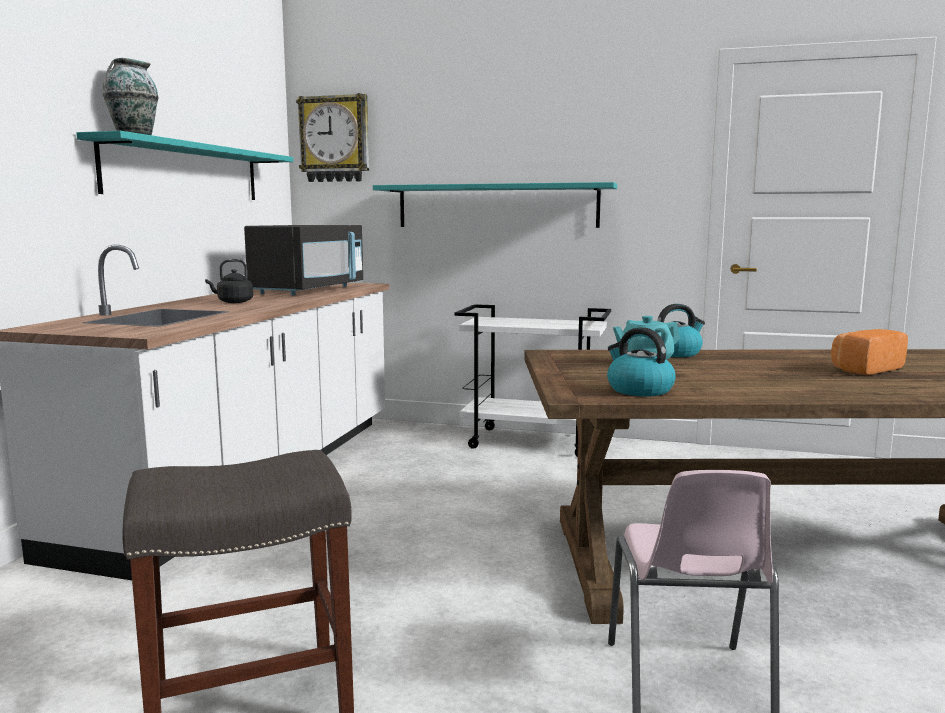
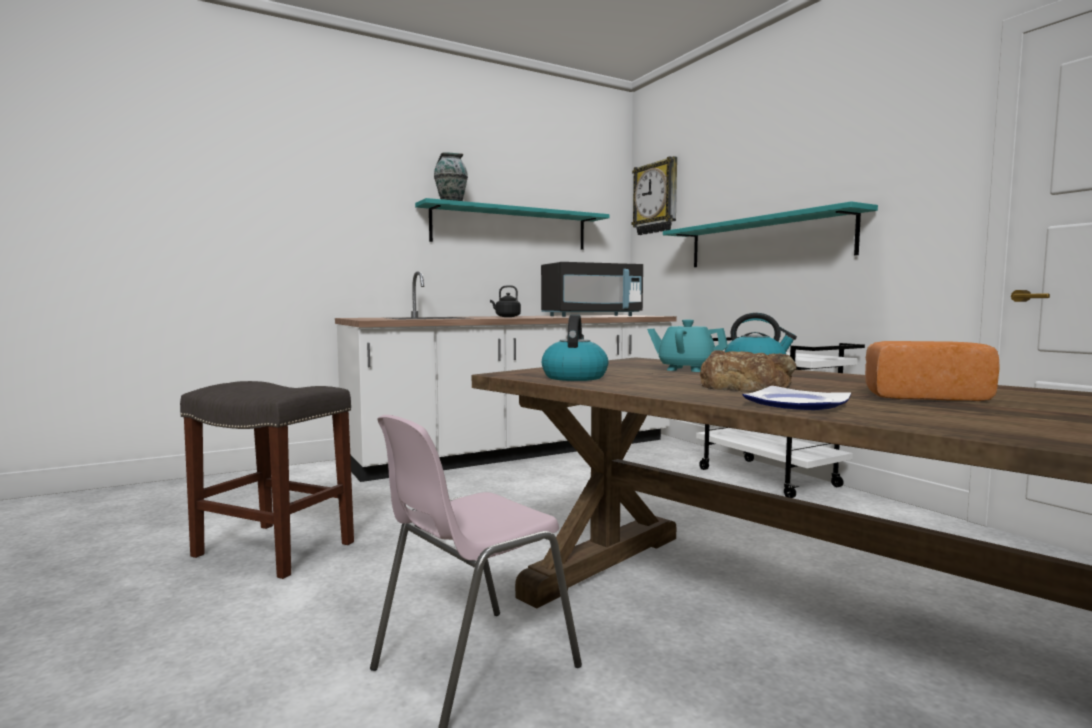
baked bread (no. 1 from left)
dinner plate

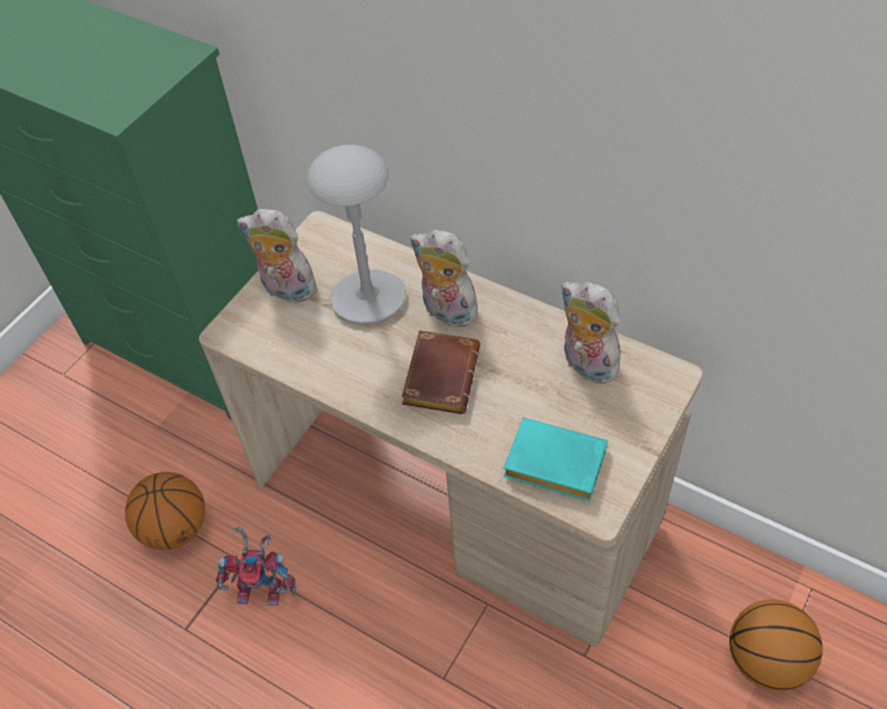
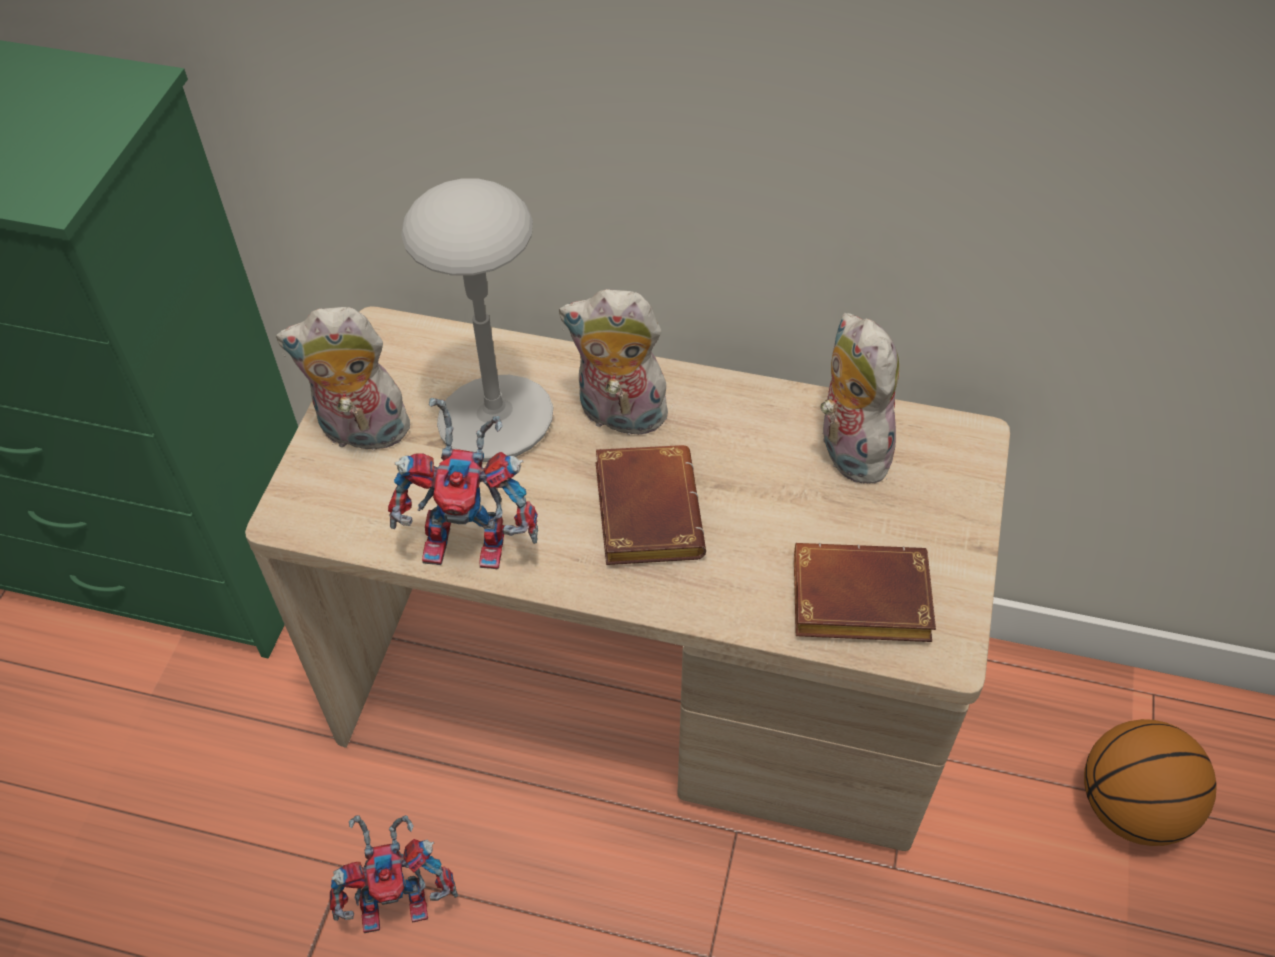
basketball ball (no. 1 from left in the first image)
model robot (no. 2 from left)
brown book (no. 2 from left)
cuddly toy (no. 3 from left)

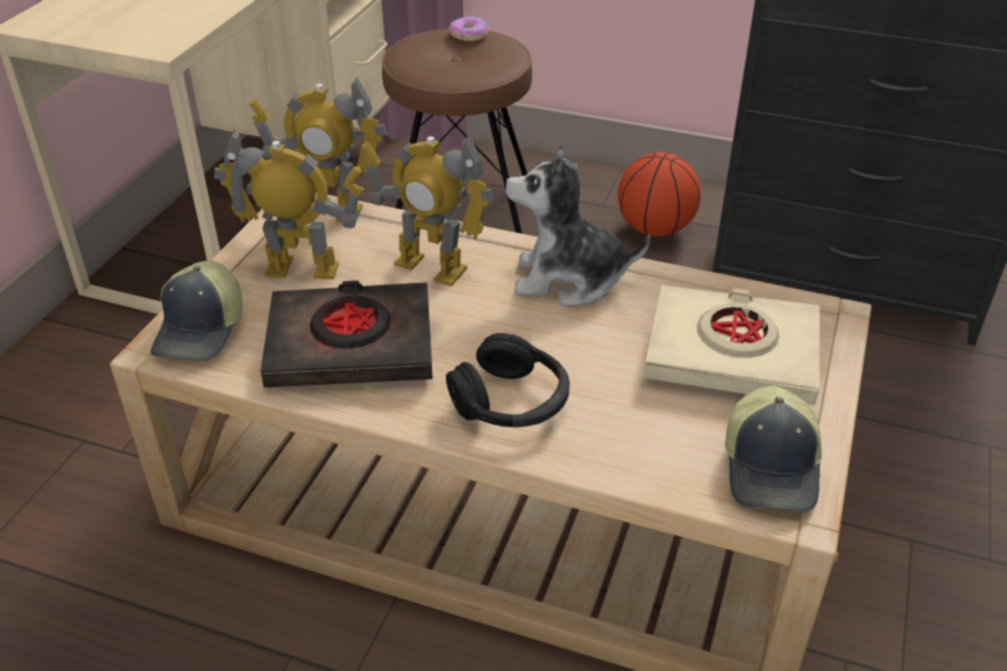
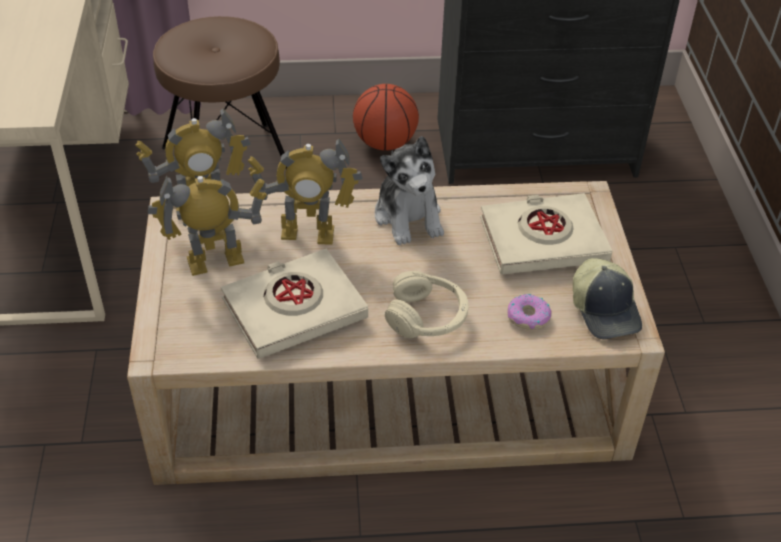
cap (no. 1 from left in the first image)
ring doughnut
sand-coloured book (no. 1 from left)
sand-coloured headphones
cuddly toy

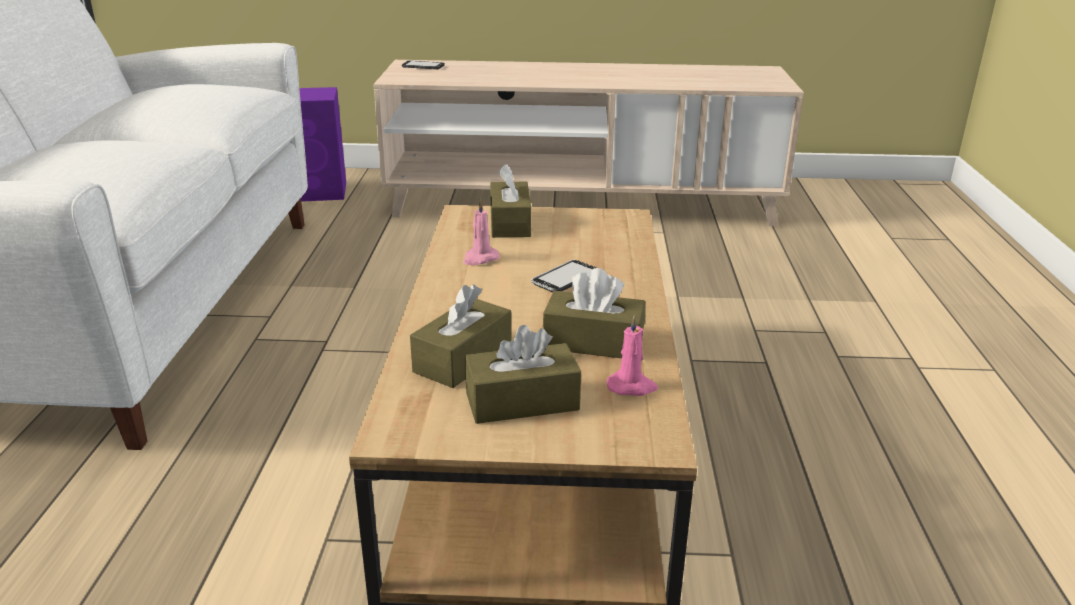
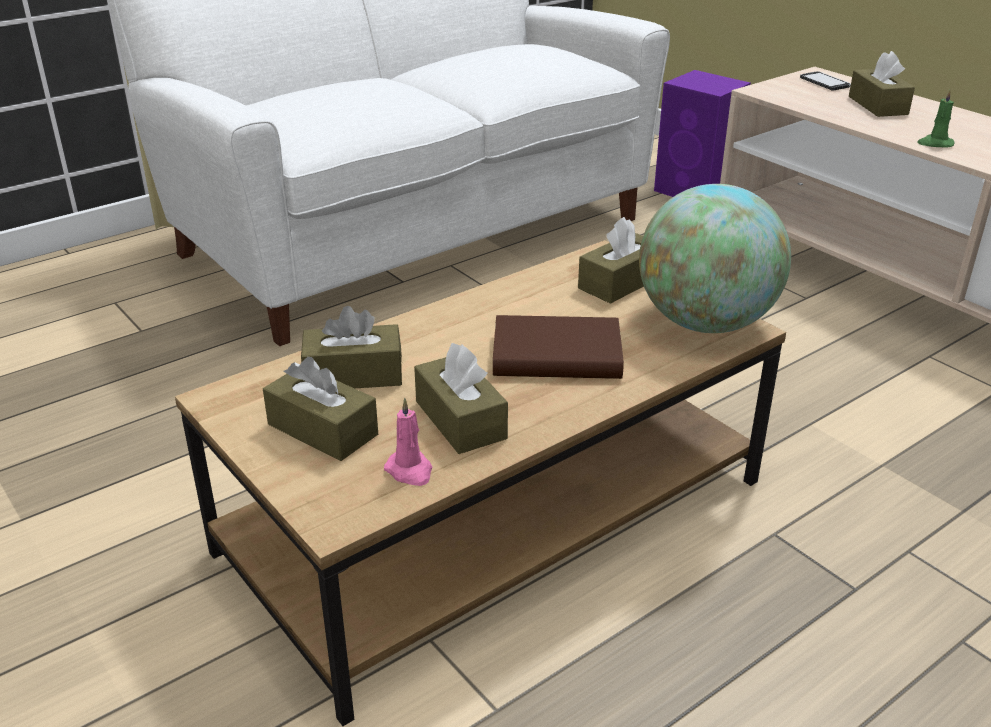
pink-coloured wax light (no. 1 from left in the first image)
globe
brown tissue box (no. 5 from left)
greenish wax light
brown book

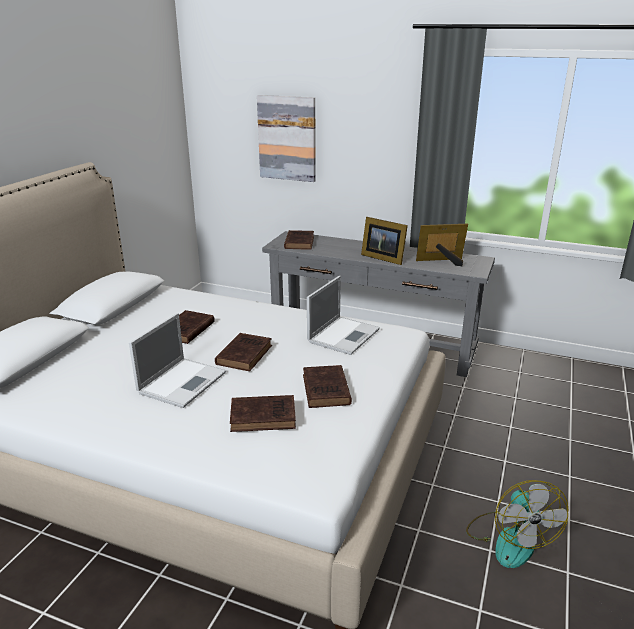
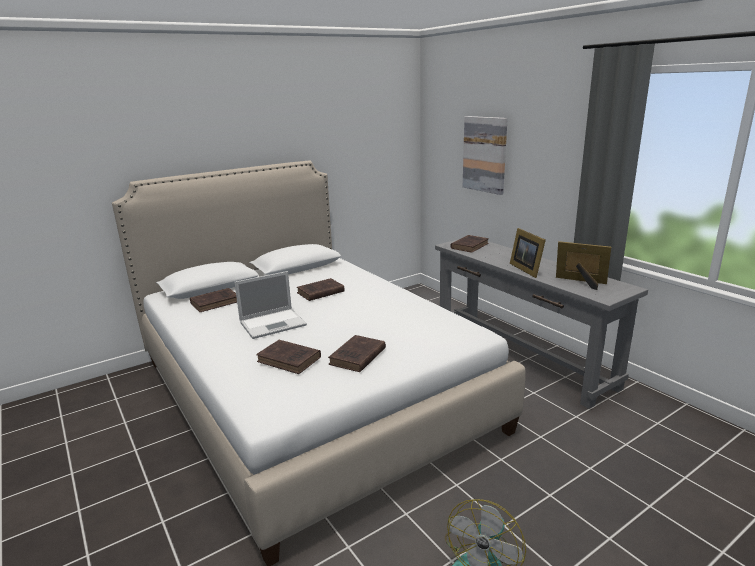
portable computer (no. 2 from left in the first image)
brown book (no. 1 from left)

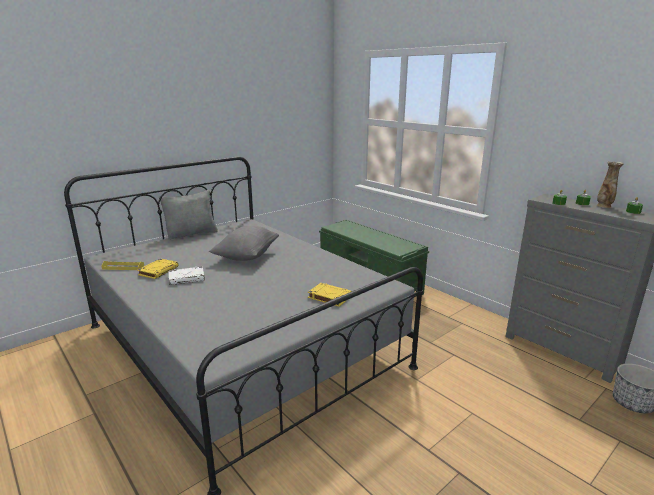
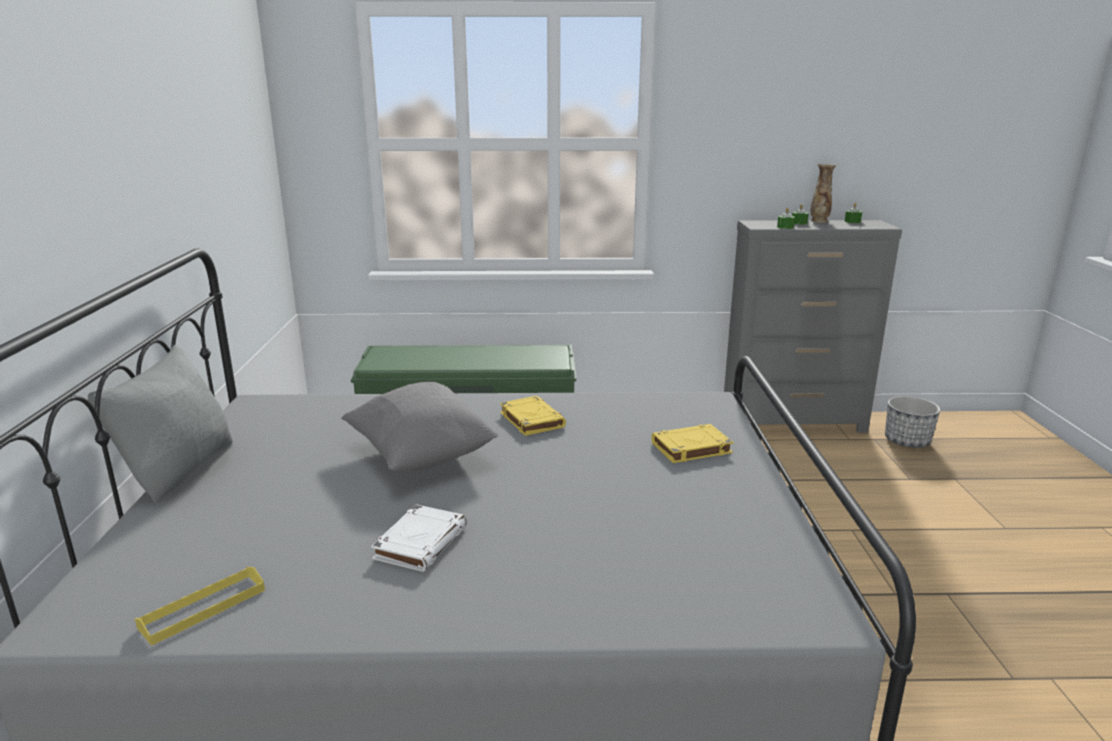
yellow book (no. 1 from left)

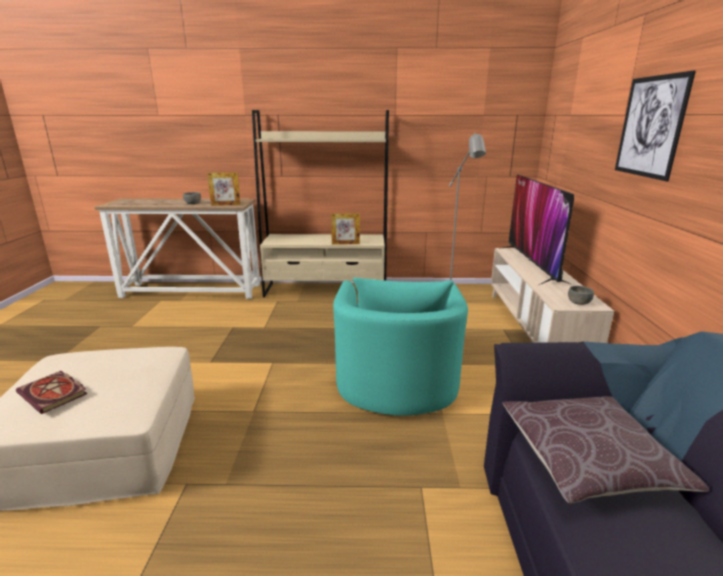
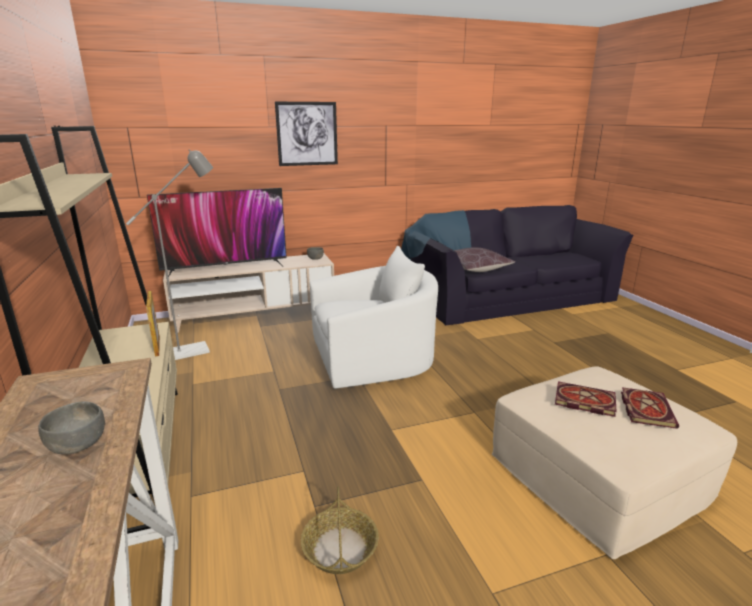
standing frame (no. 1 from left in the first image)
basket
book (no. 1 from left)
white easy chair

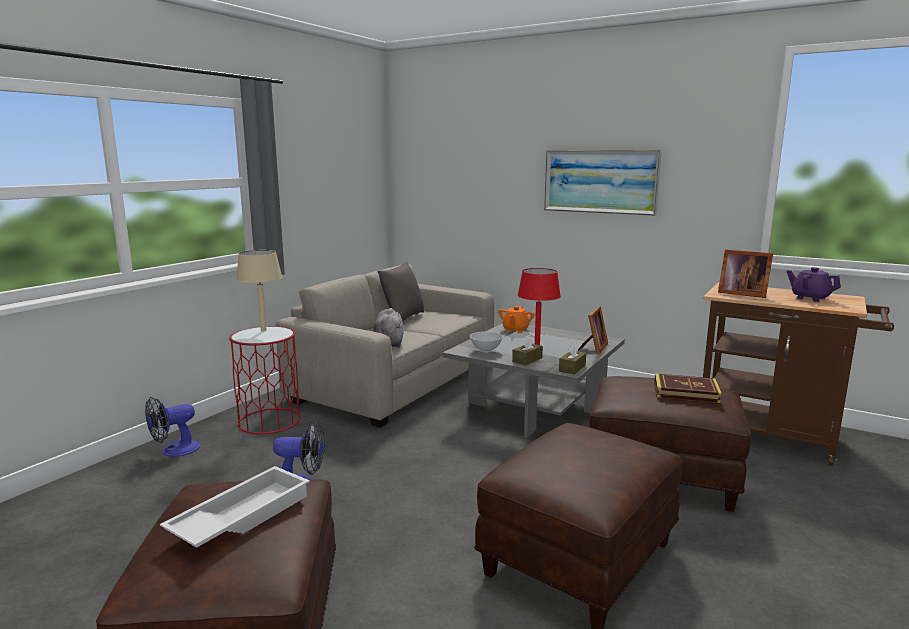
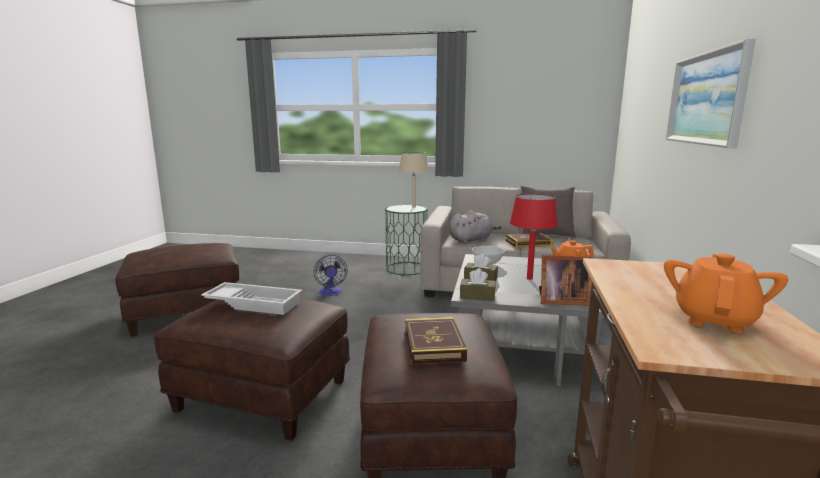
electric fan (no. 1 from left in the first image)
standing frame (no. 2 from left in the first image)
book (no. 2 from left)
white carrying tray
greenish side table
orangey tea pot (no. 2 from left)

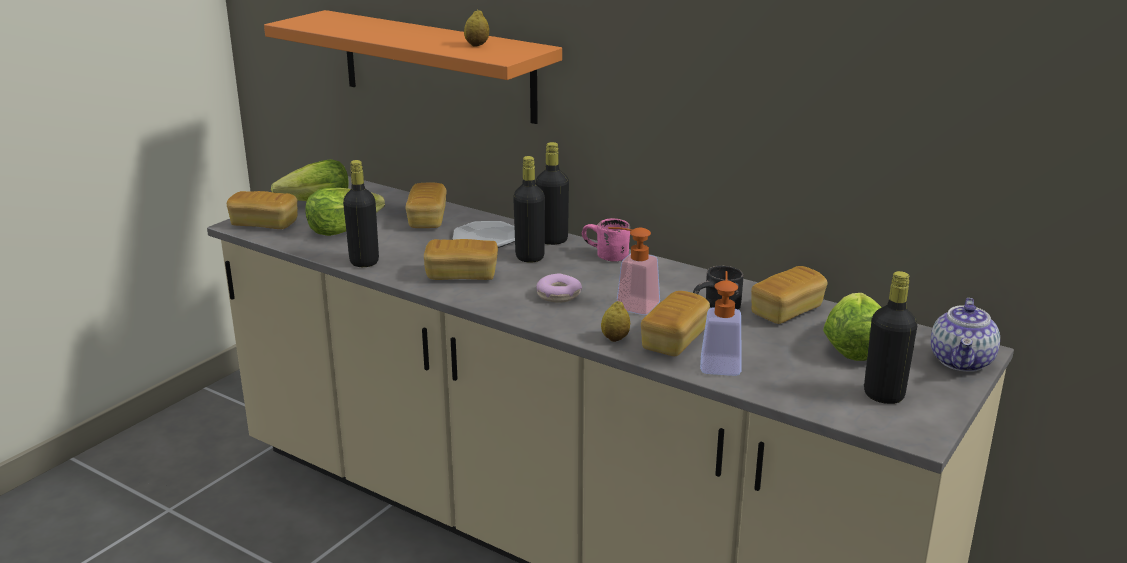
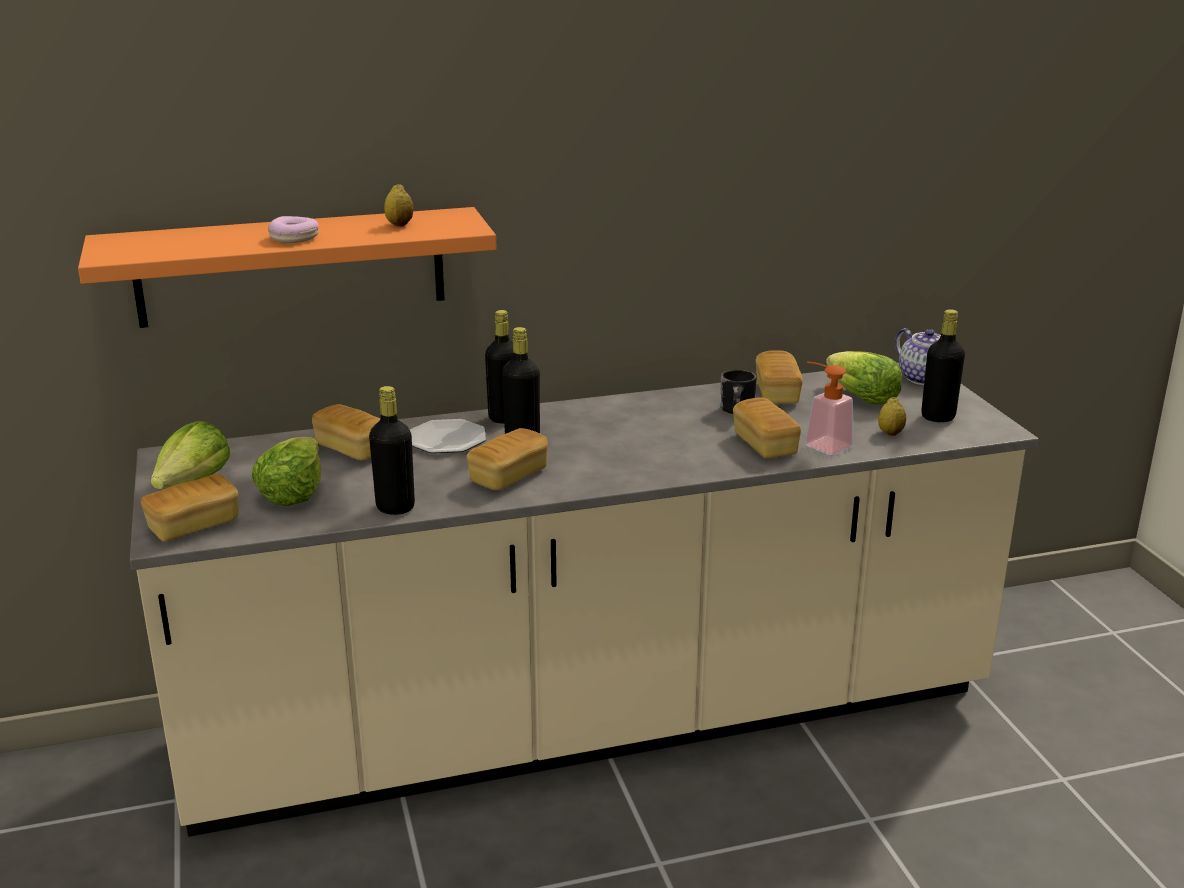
pink-coloured coffee mug
liquid soap bottle (no. 1 from left in the first image)
ring doughnut
lemon (no. 2 from left)

